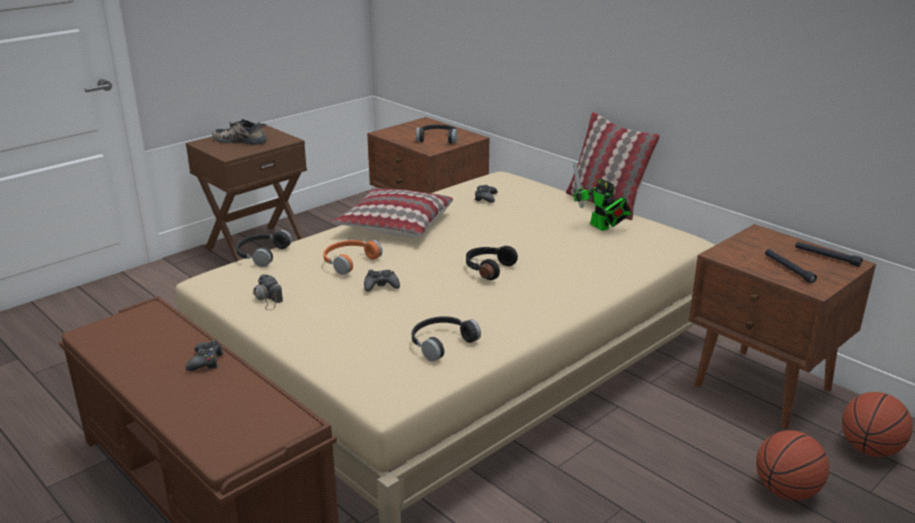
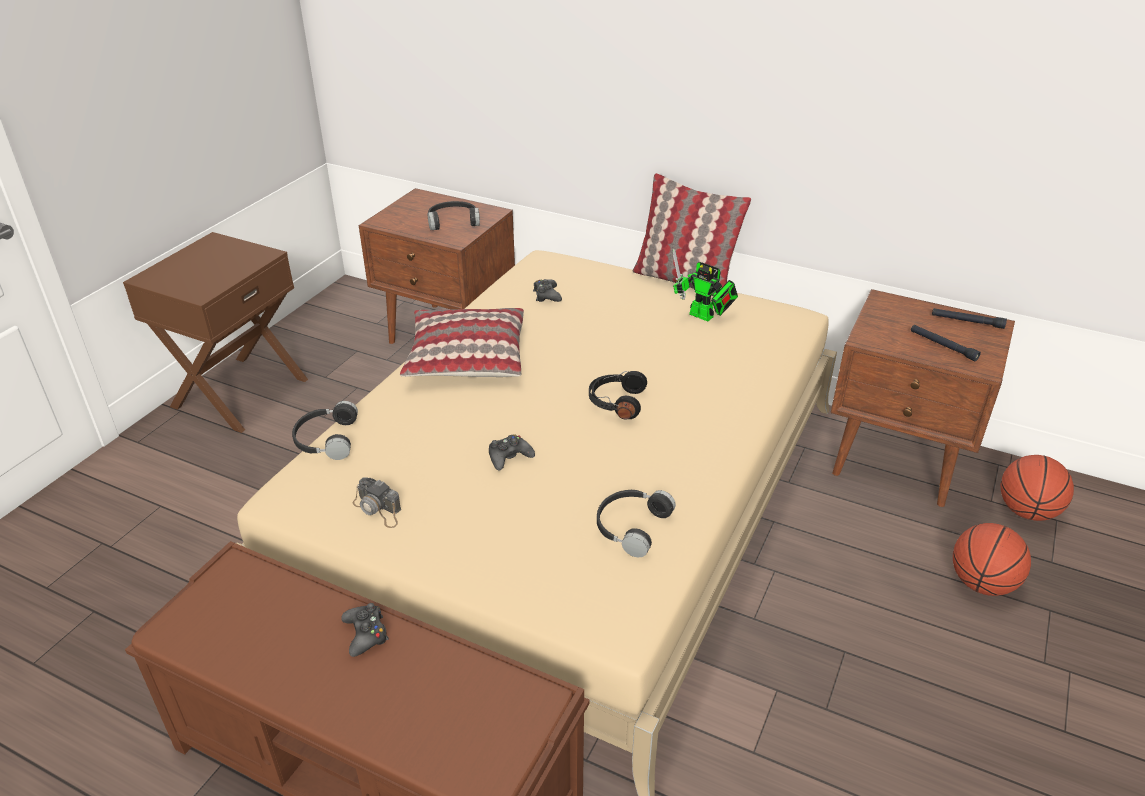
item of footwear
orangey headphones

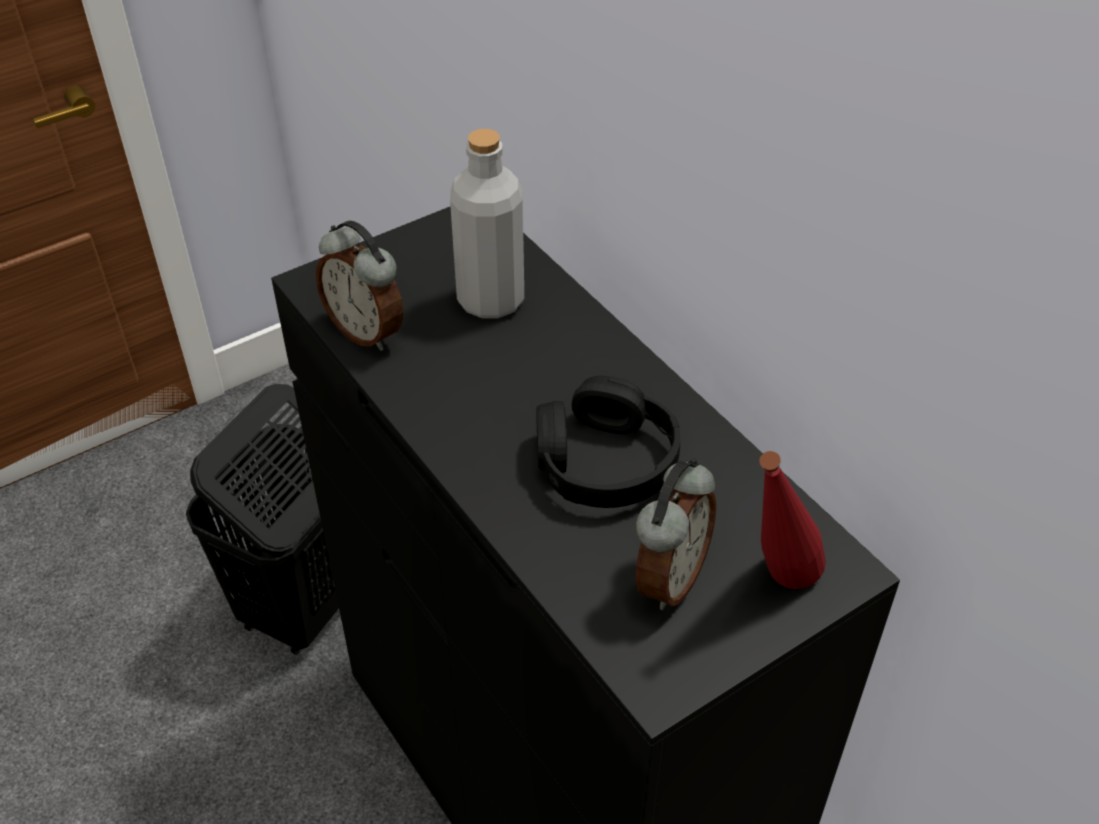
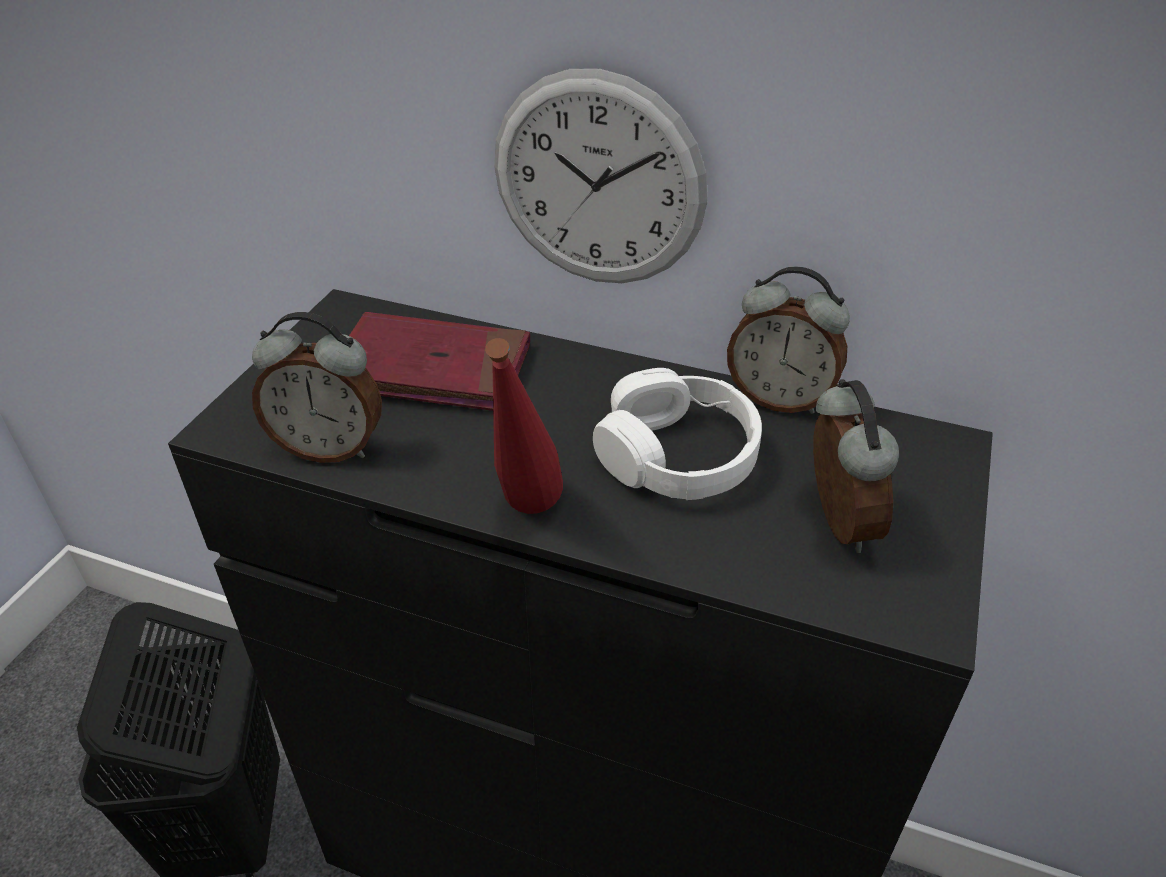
wall clock
table clock (no. 2 from left)
red drink bottle
red book
white headphones

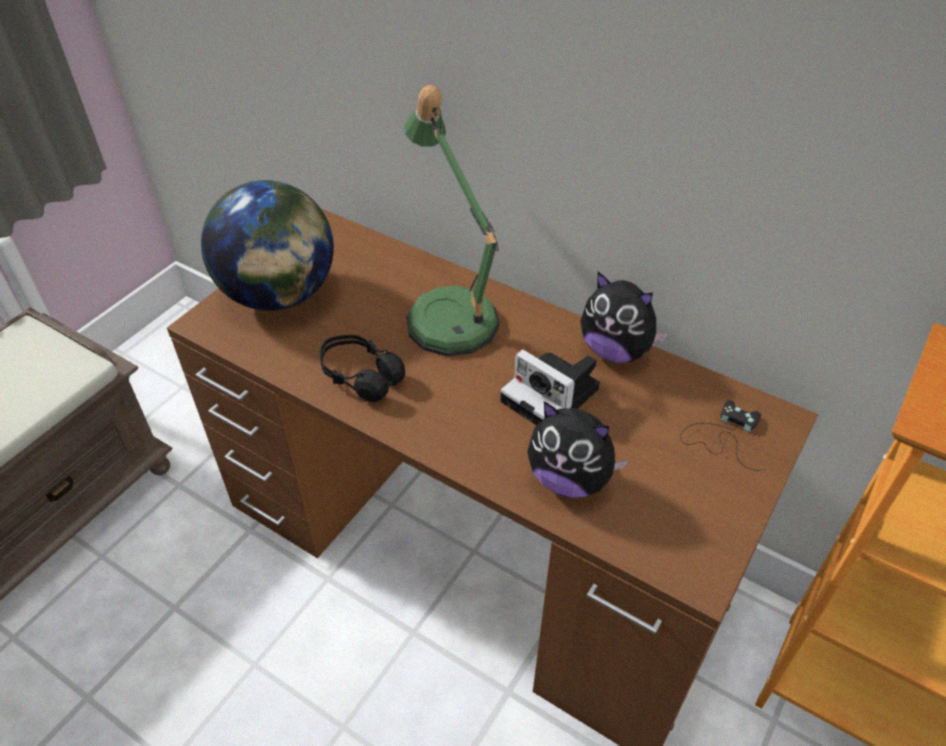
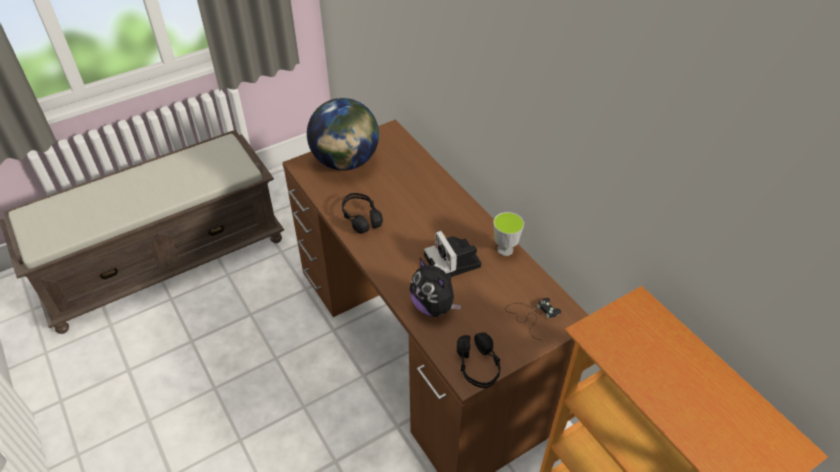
tabletop lamp
blackish headphones (no. 2 from left)
cup

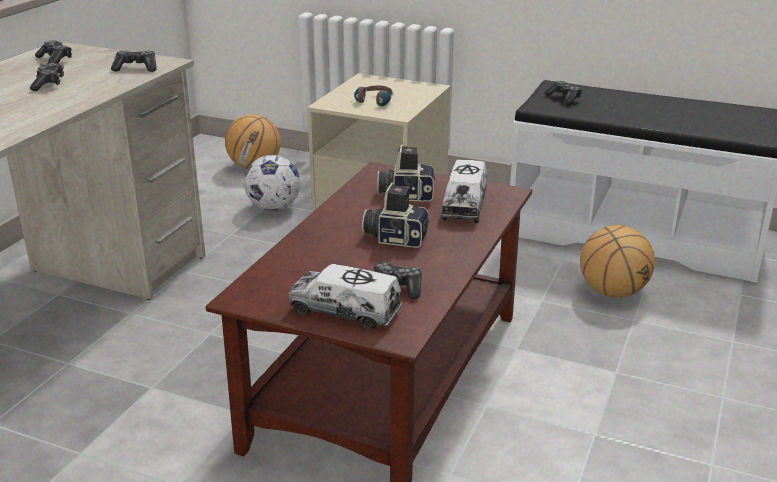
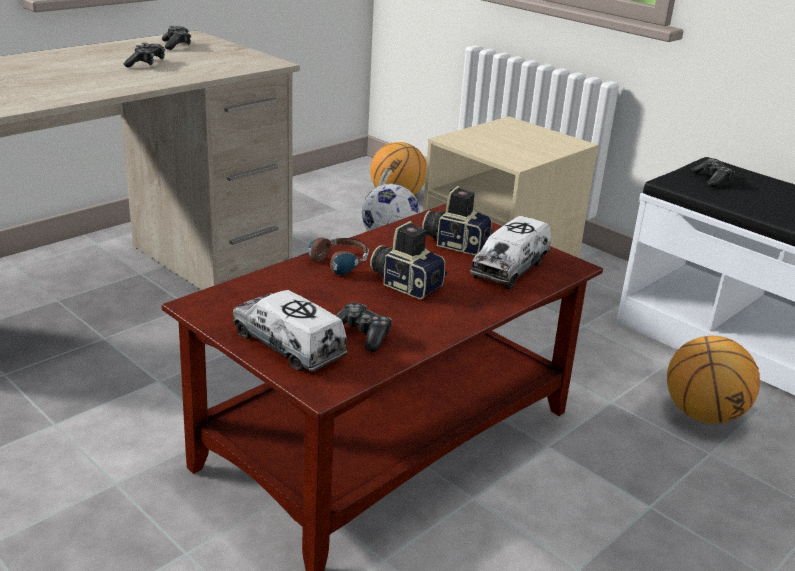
joypad (no. 3 from left in the first image)
headphones

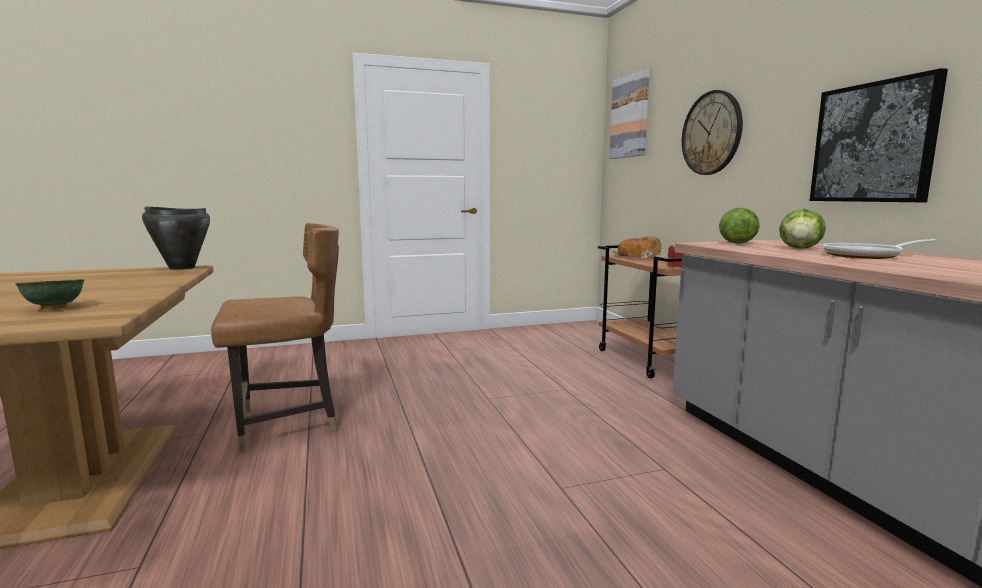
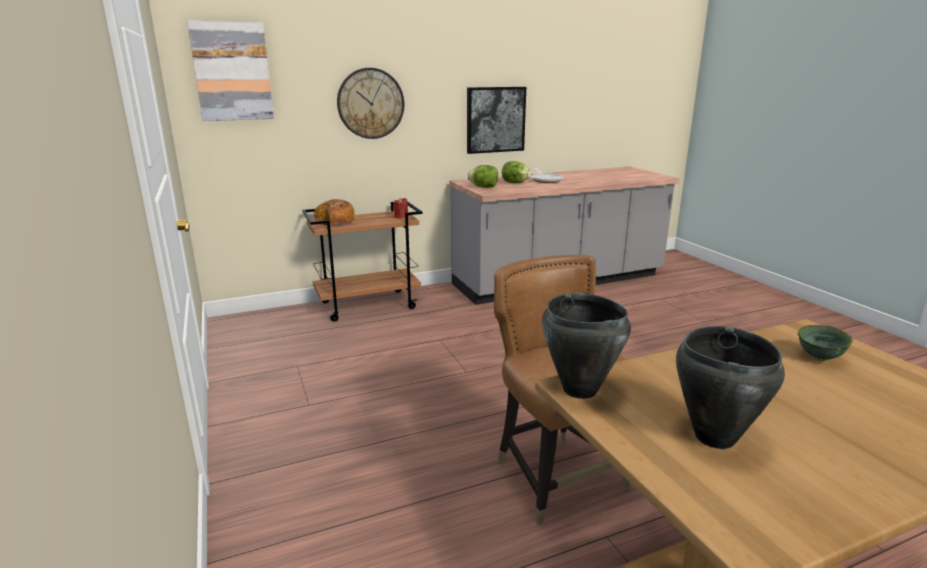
blackish saucepot (no. 2 from left)

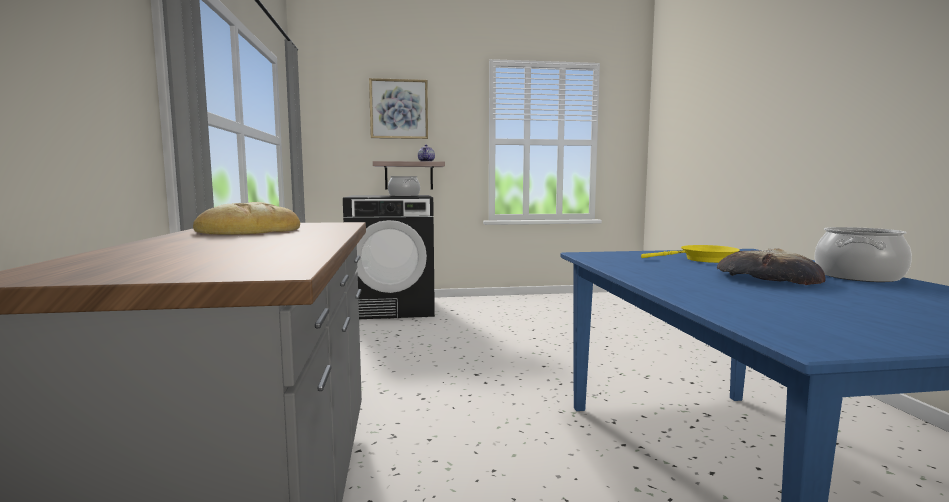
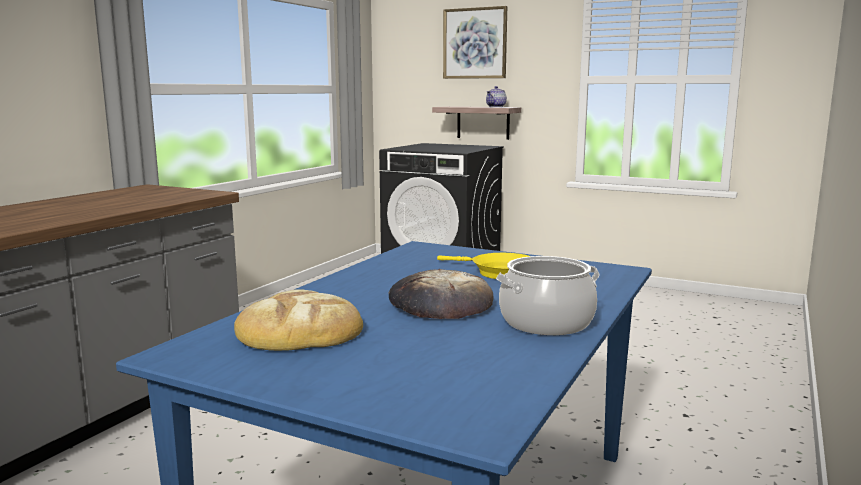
saucepot (no. 1 from left in the first image)
baked bread (no. 1 from left)

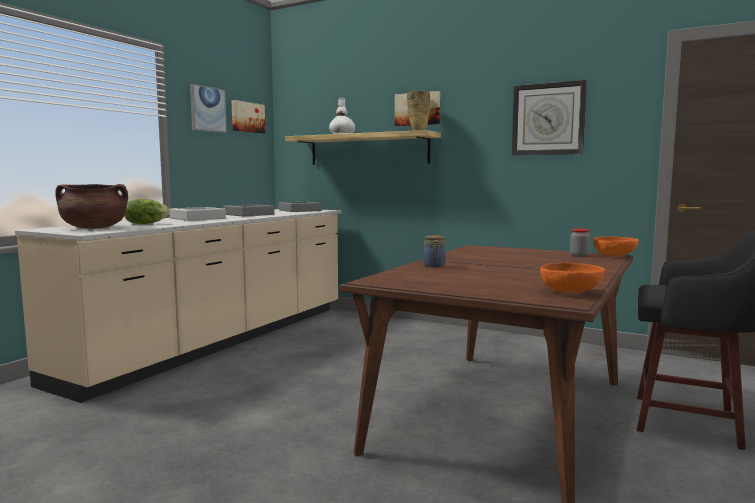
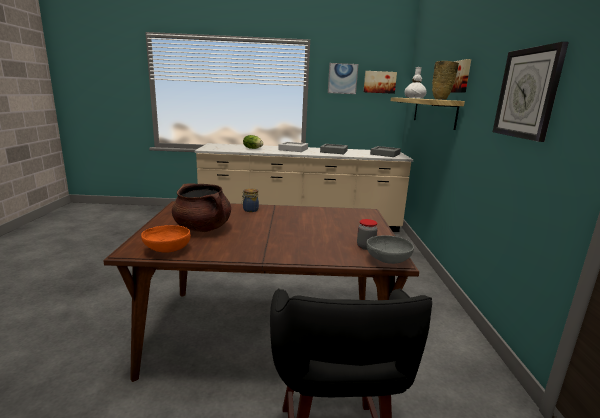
brown saucepot
grey deep dish

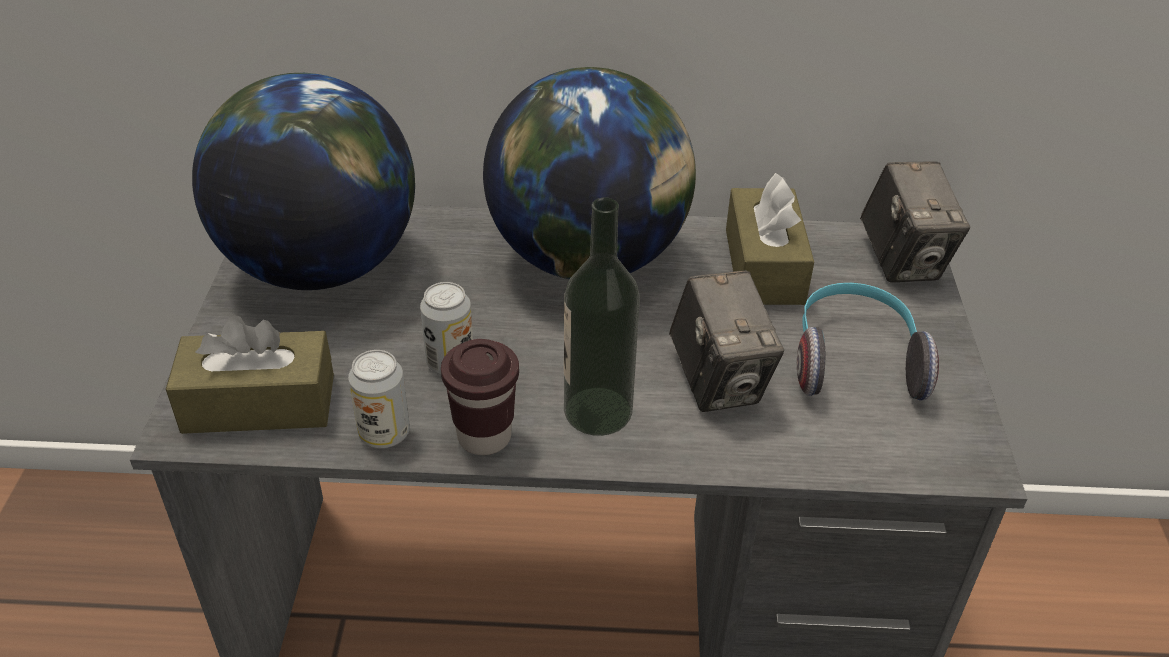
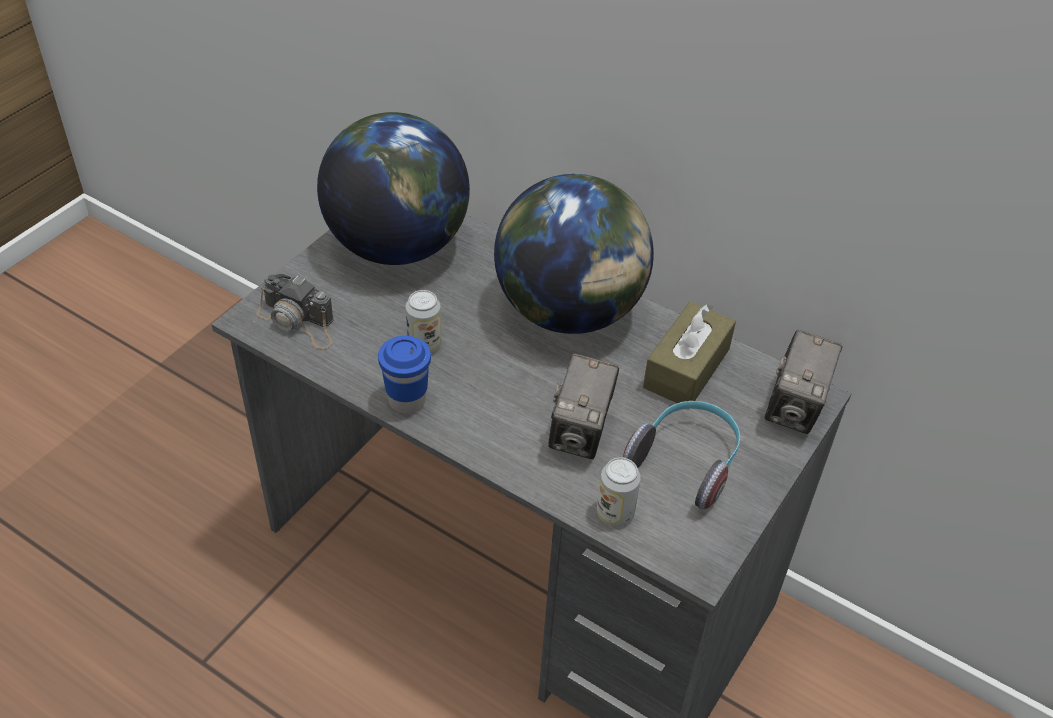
drink bottle
sealed can (no. 2 from left)
photo camera (no. 1 from left)
blue cup

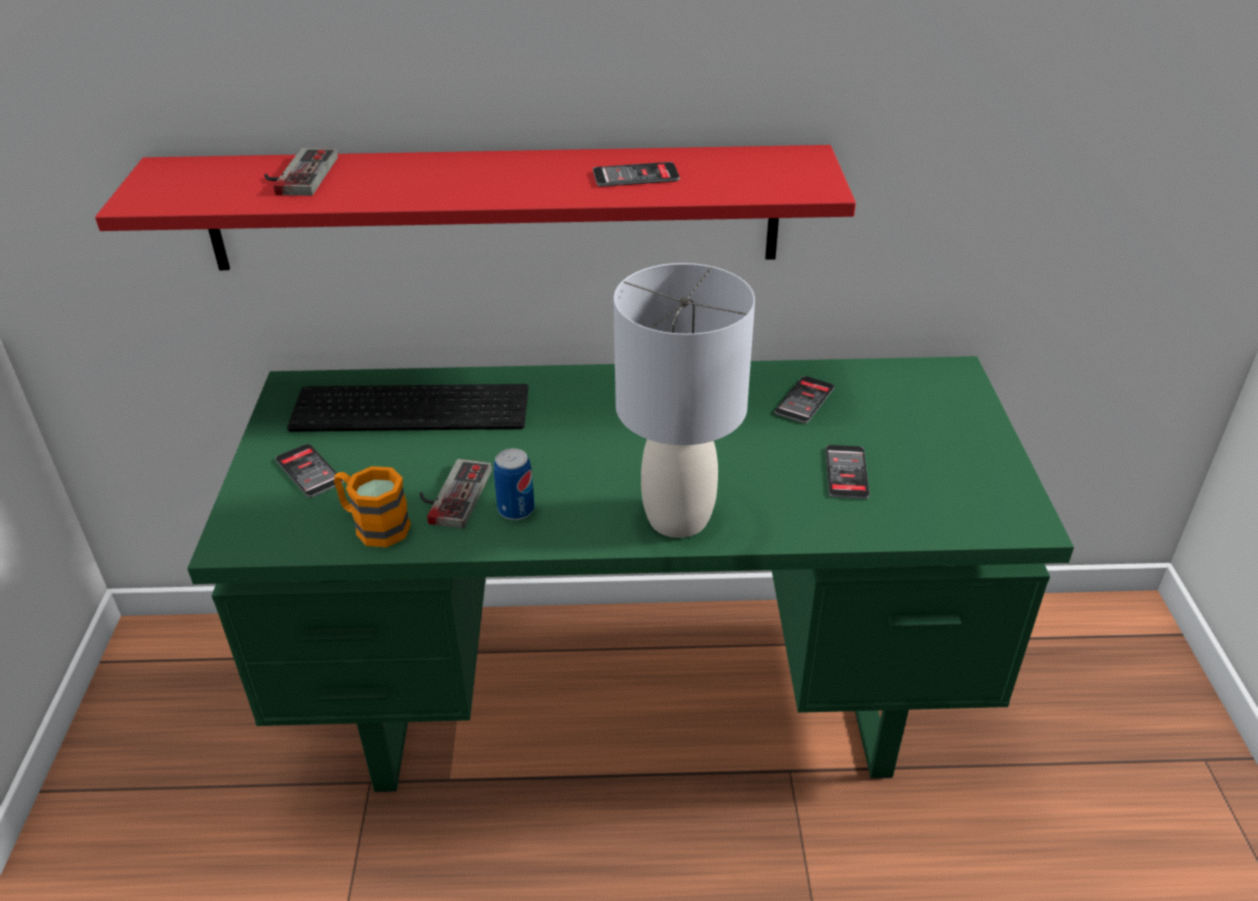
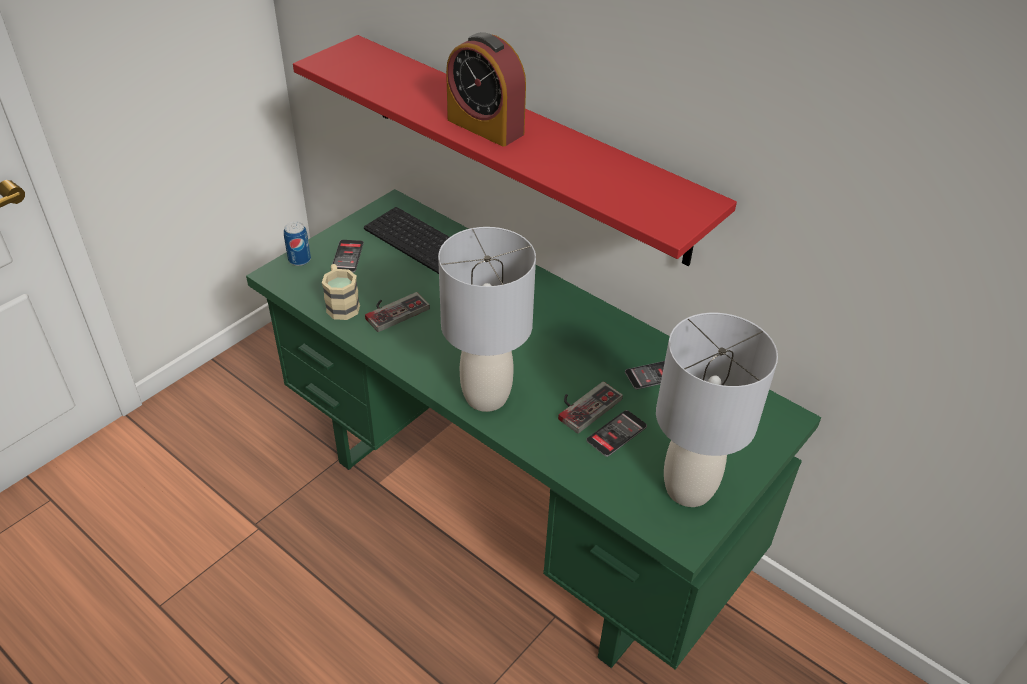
telephone (no. 2 from left in the first image)
table clock
grey tabletop lamp (no. 2 from left)
joypad (no. 2 from left)
sealed can
sand-coloured coffee mug

